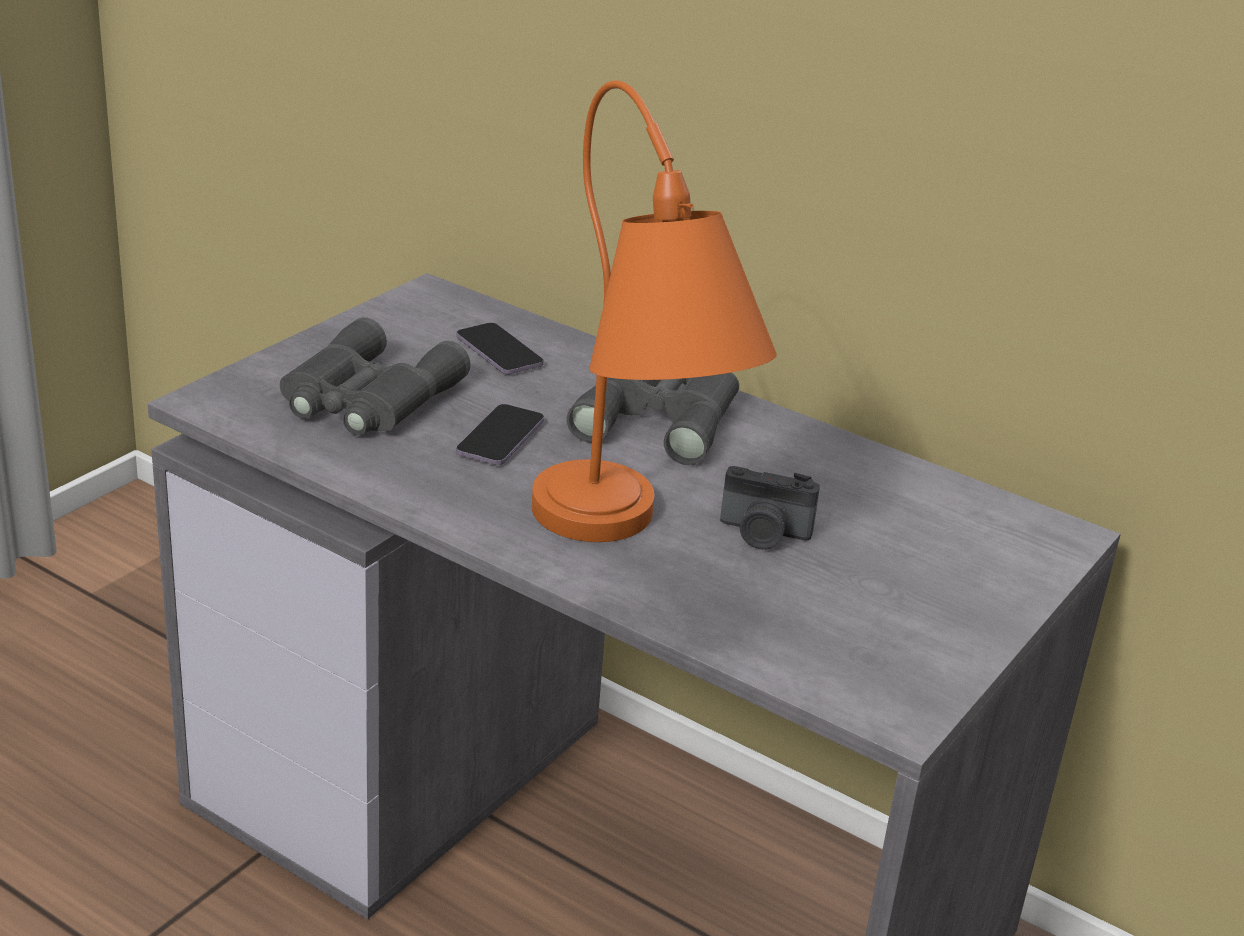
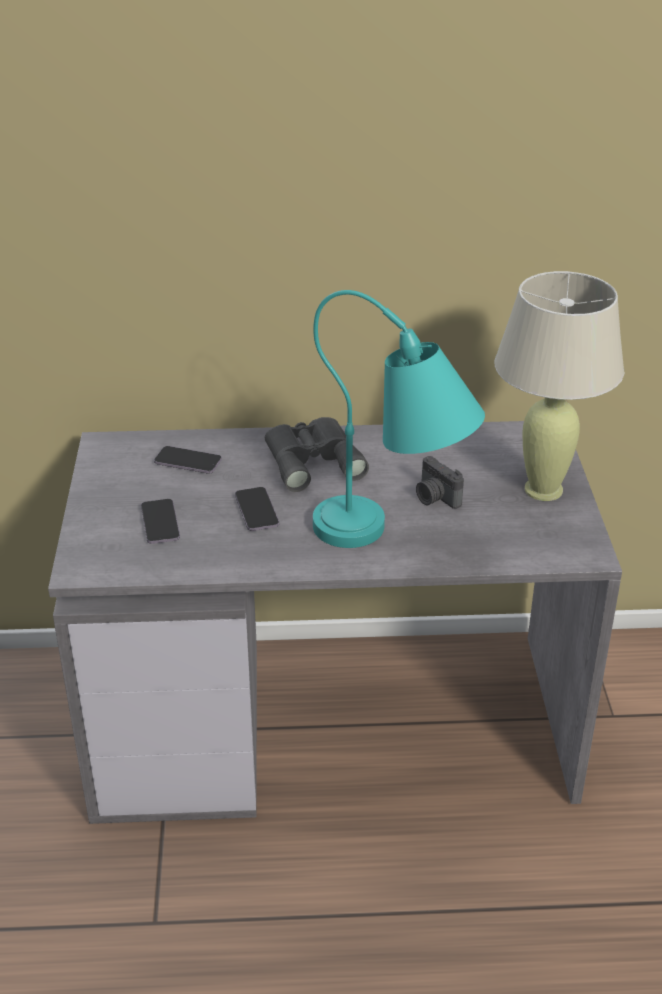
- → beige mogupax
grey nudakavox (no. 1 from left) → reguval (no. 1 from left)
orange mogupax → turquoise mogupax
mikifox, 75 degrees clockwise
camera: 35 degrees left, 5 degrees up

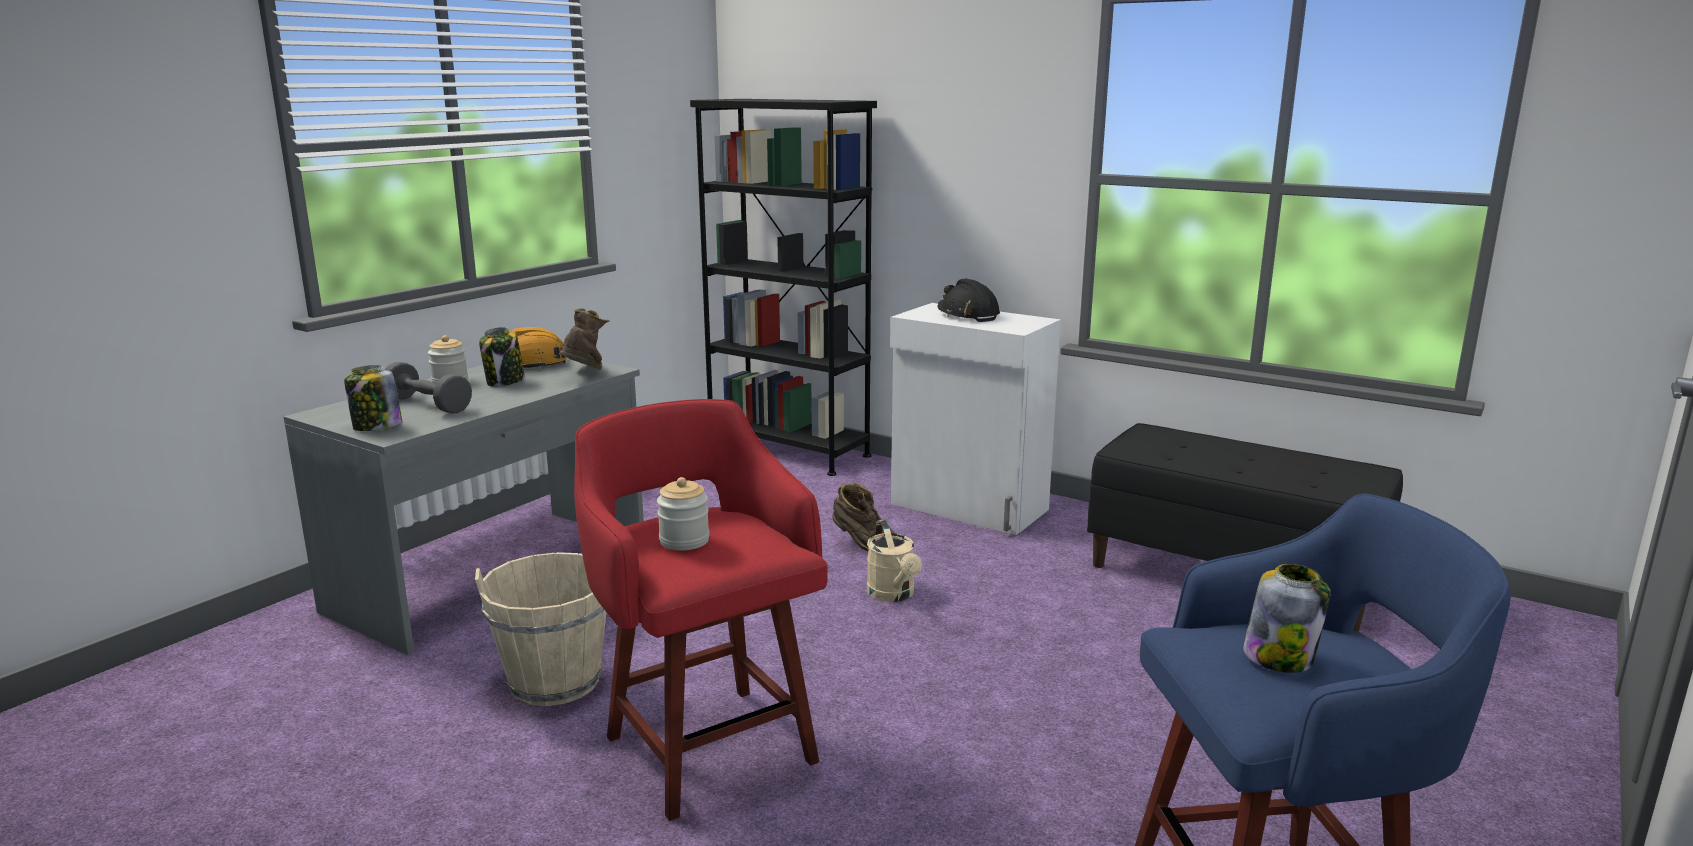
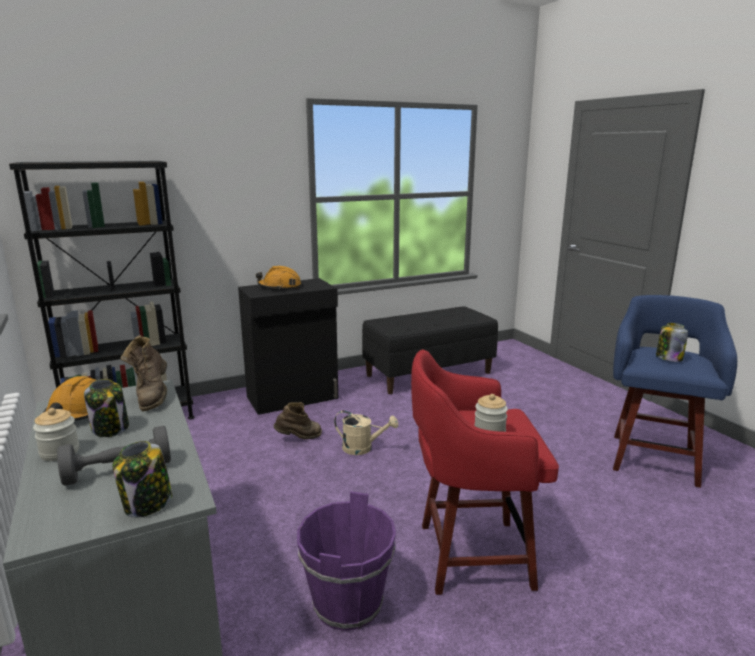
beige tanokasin → purple tanokasin
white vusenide → black vusenide
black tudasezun → orange tudasezun (no. 2 from left)
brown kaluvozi (no. 1 from left), 135 degrees counterclockwise
camera: 60 degrees left, 0 degrees up

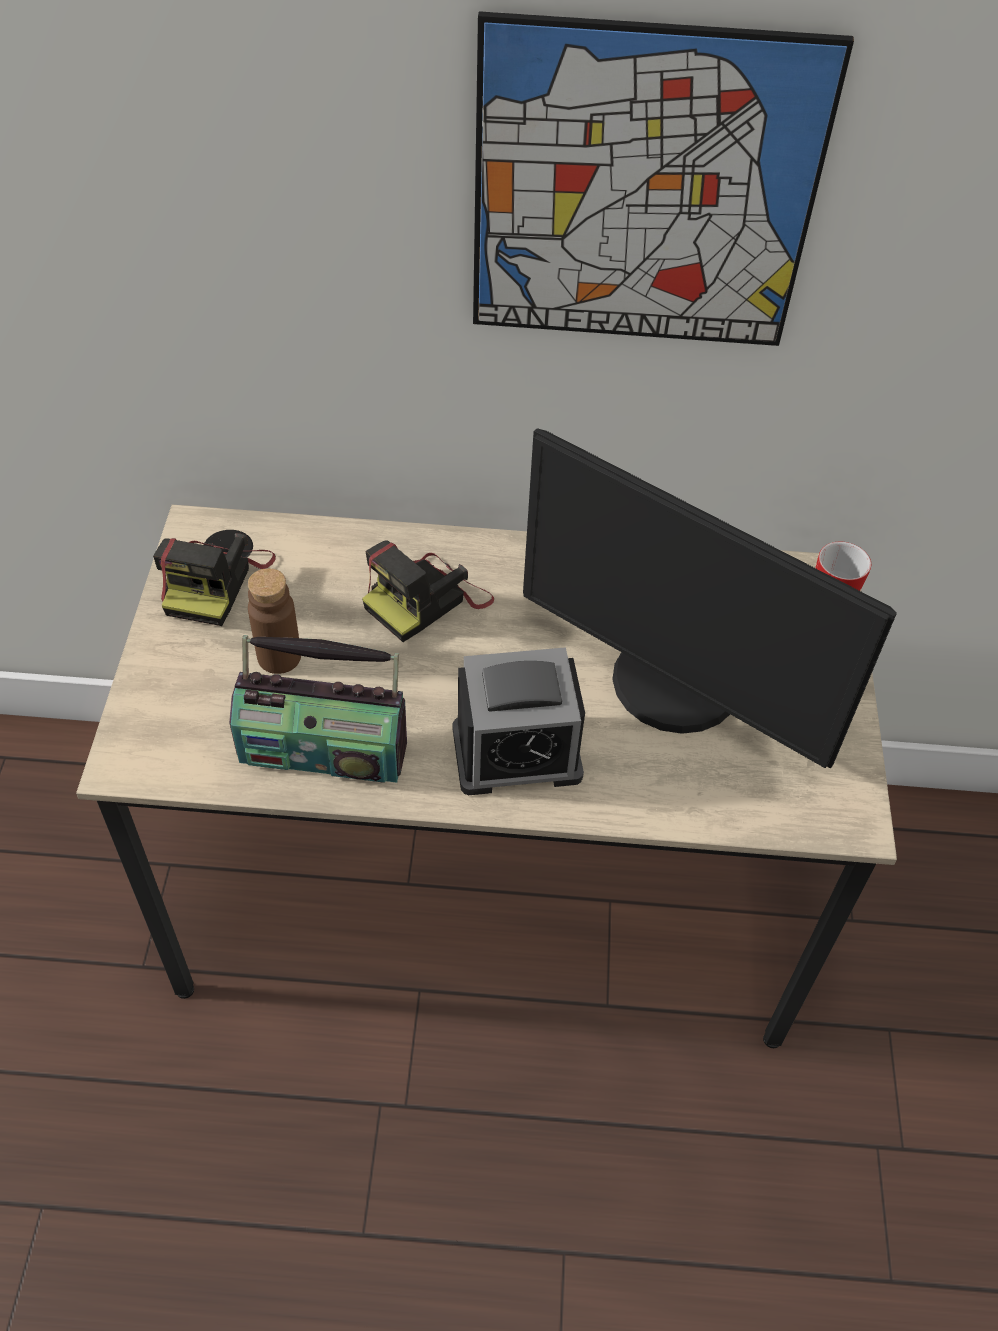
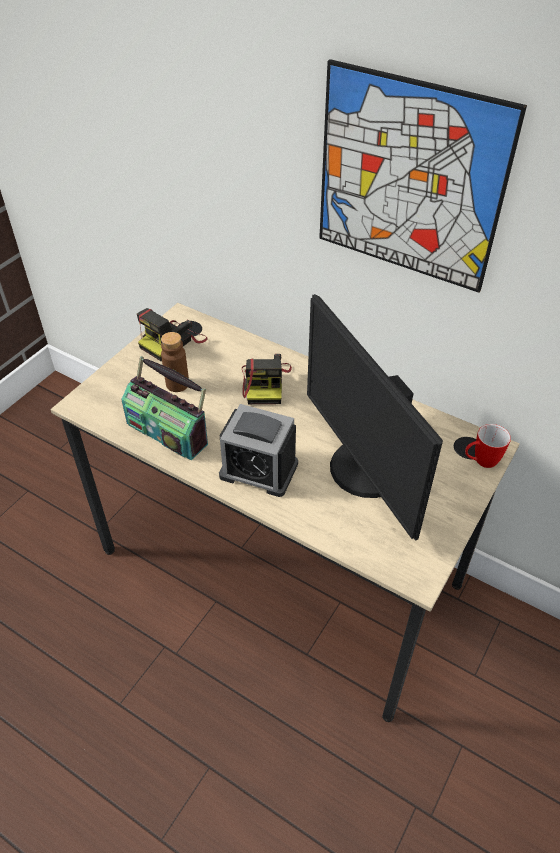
mikifox (no. 2 from left), 75 degrees counterclockwise
camera: 30 degrees right, 5 degrees down

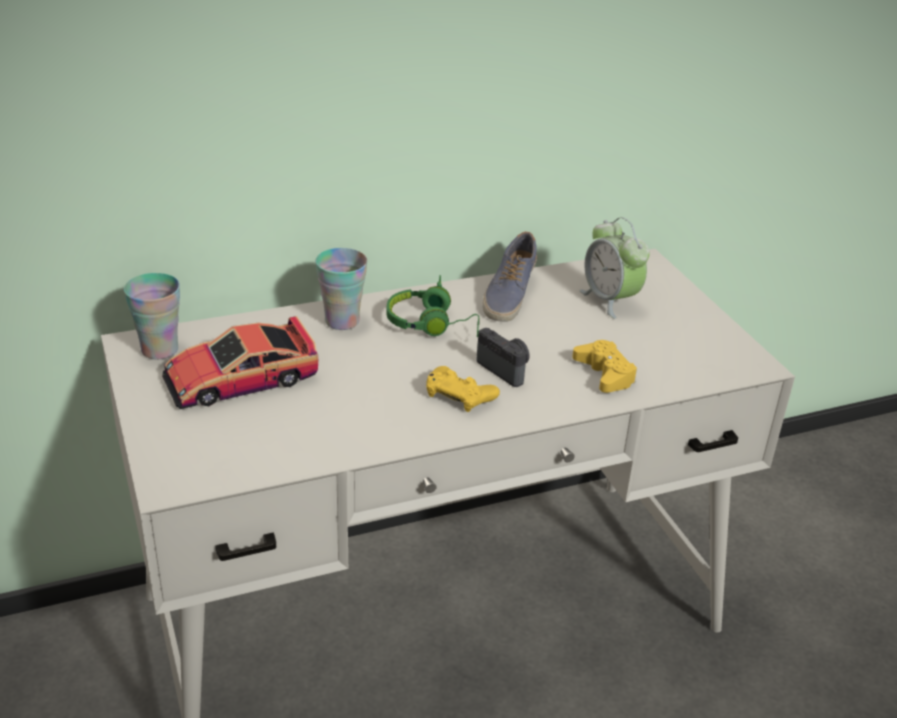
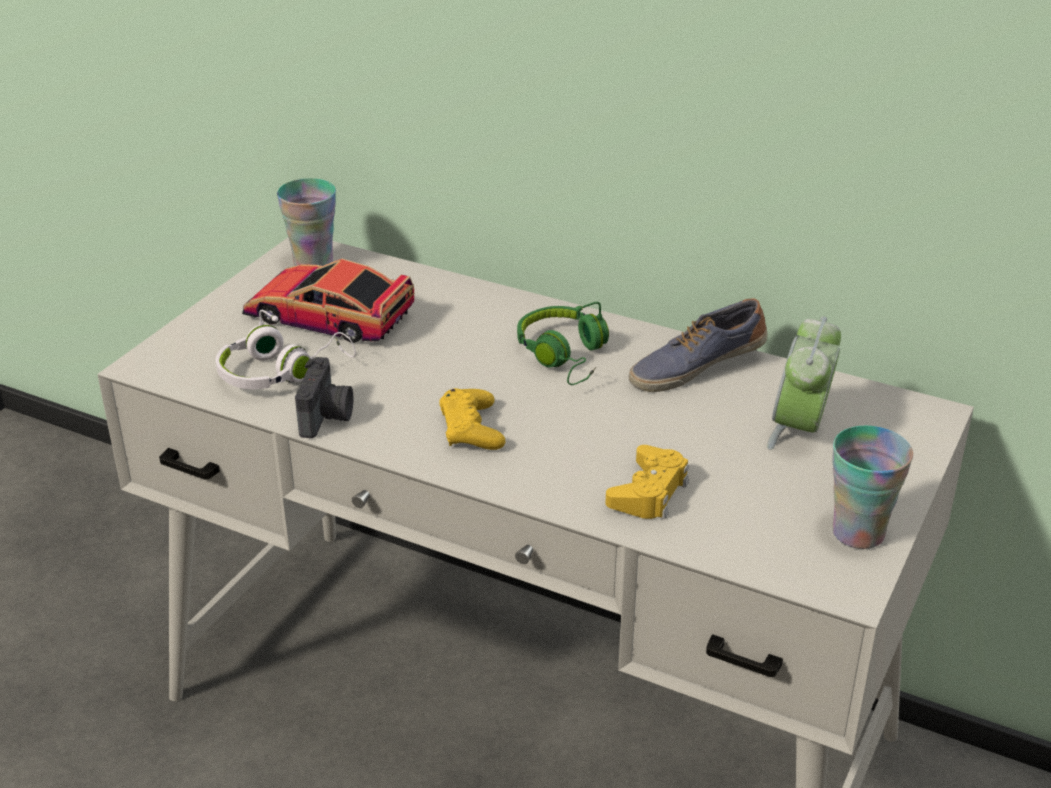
- → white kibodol
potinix (no. 2 from left), shifted
mikifox, shifted
camera: 50 degrees right, 0 degrees up

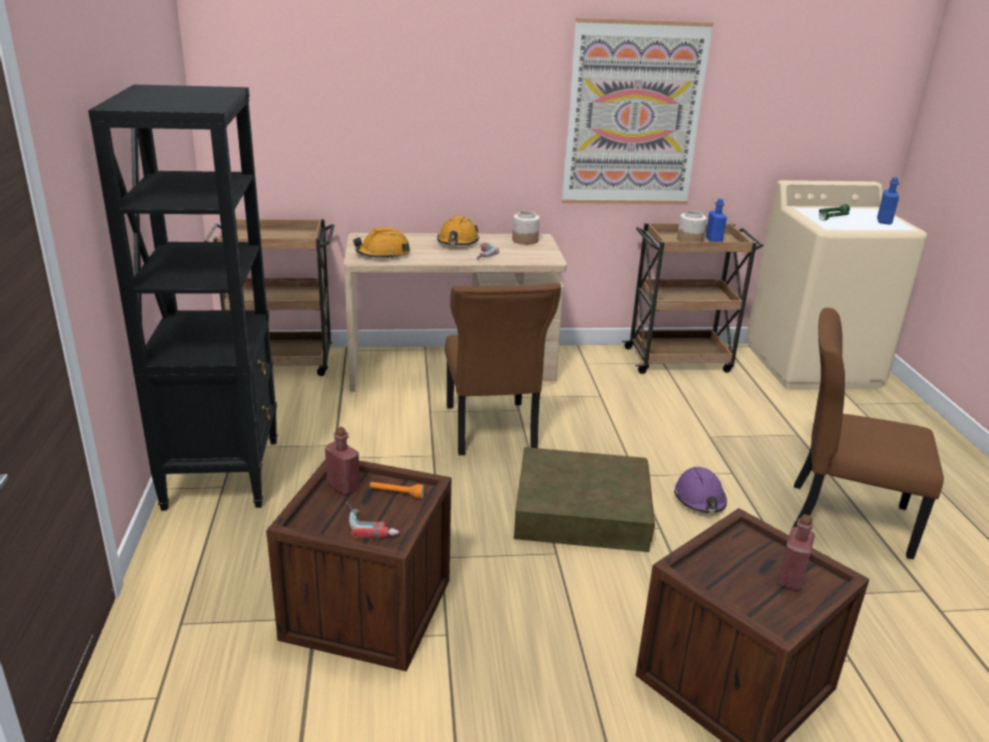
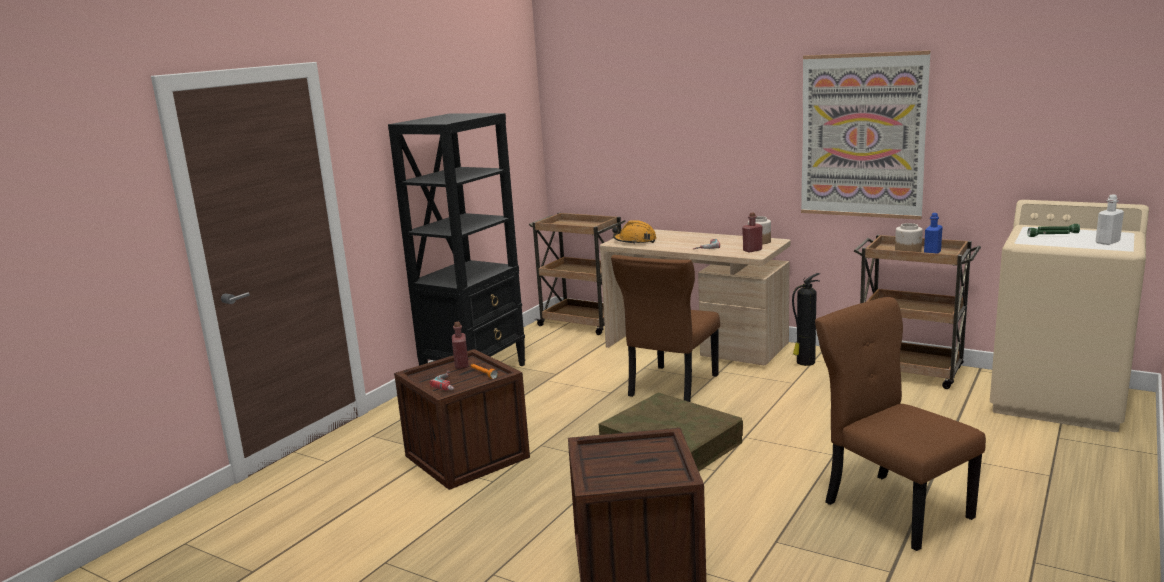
orange tudasezun (no. 2 from left) → -
purple tudasezun → -
- → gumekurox
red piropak (no. 2 from left), shifted
blue piropak (no. 2 from left) → white piropak
camera: 40 degrees right, 10 degrees down

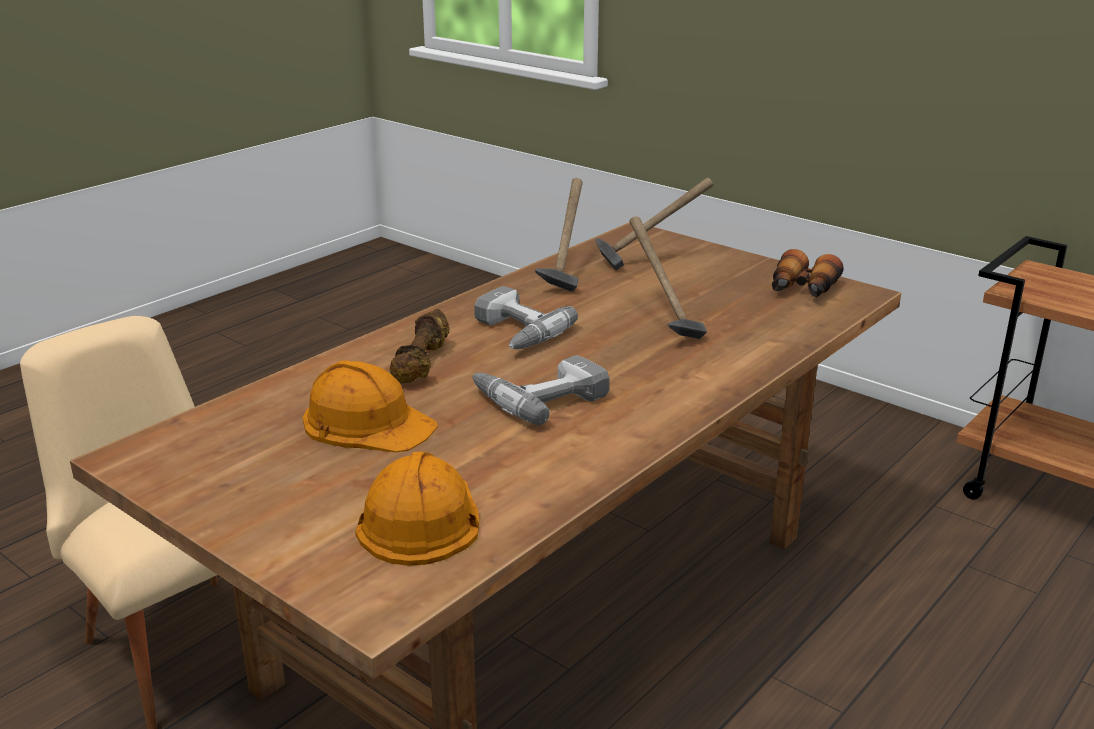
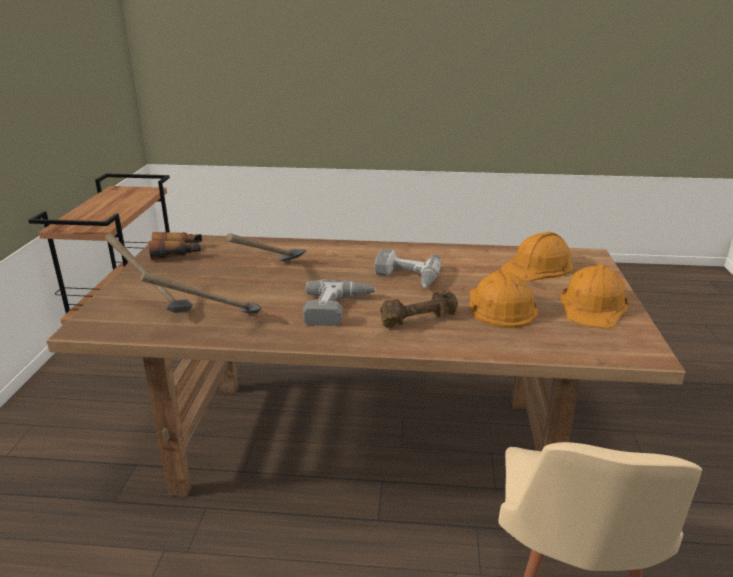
- → orange tudasezun (no. 3 from left)
camera: 125 degrees left, 0 degrees up

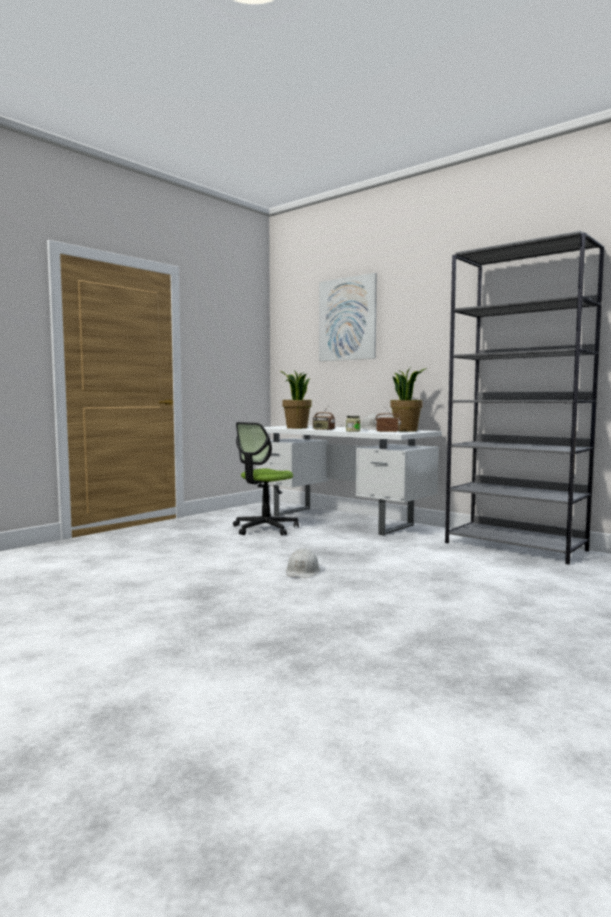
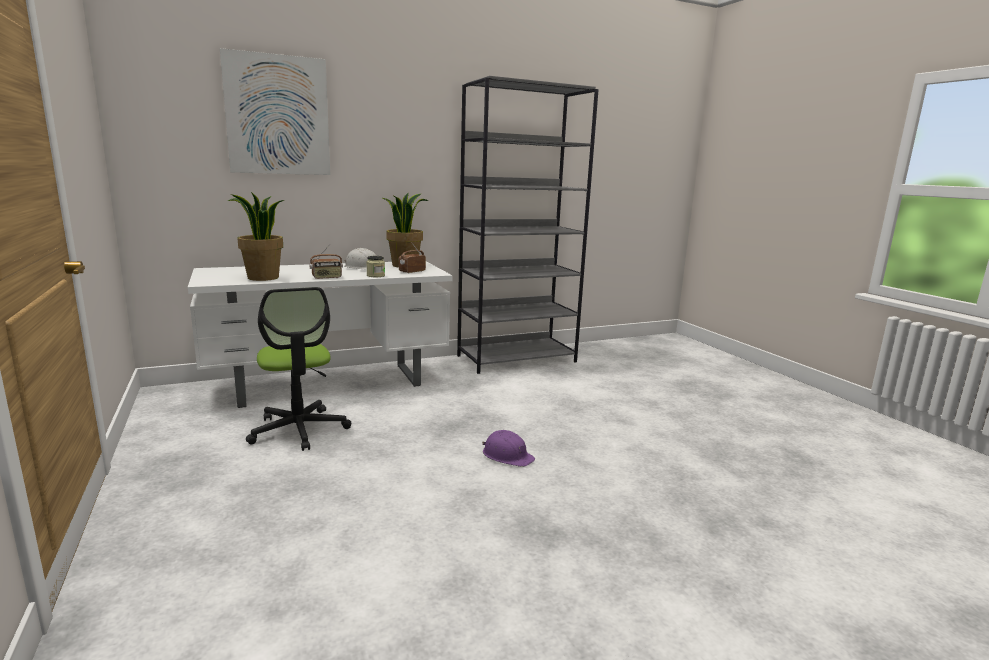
white tudasezun (no. 1 from left) → purple tudasezun
camera: 65 degrees left, 10 degrees up

